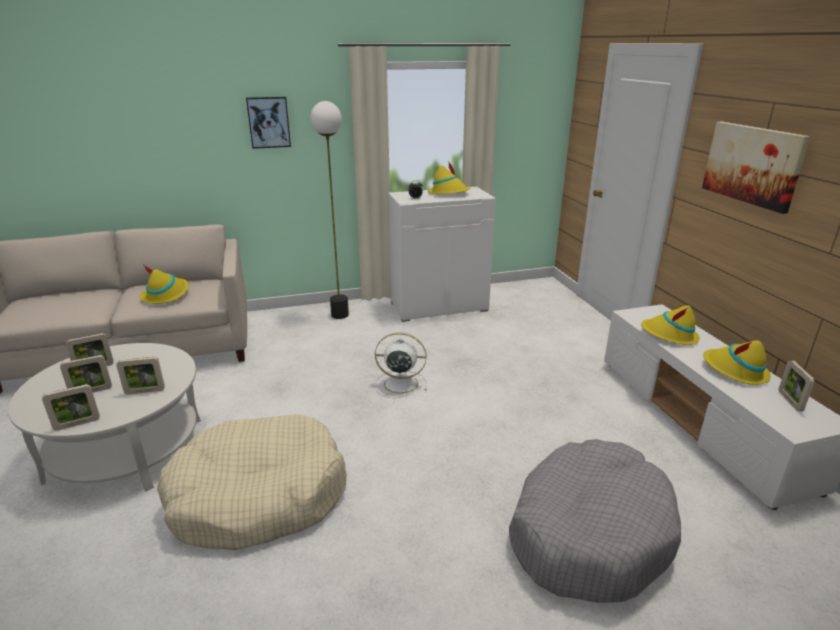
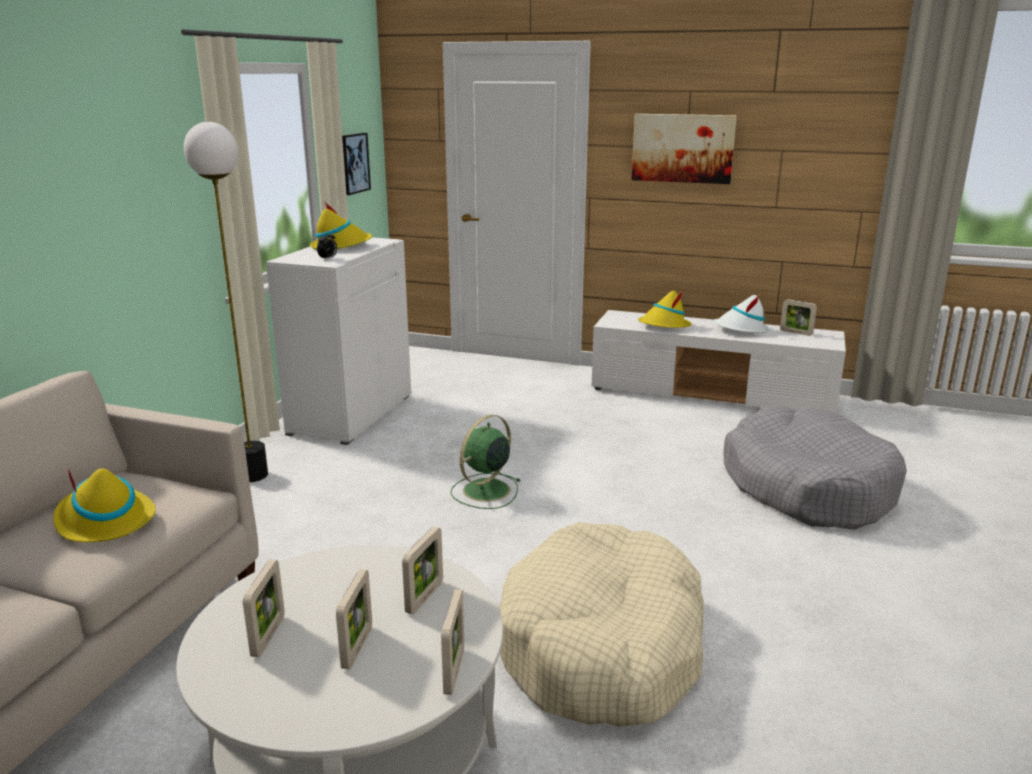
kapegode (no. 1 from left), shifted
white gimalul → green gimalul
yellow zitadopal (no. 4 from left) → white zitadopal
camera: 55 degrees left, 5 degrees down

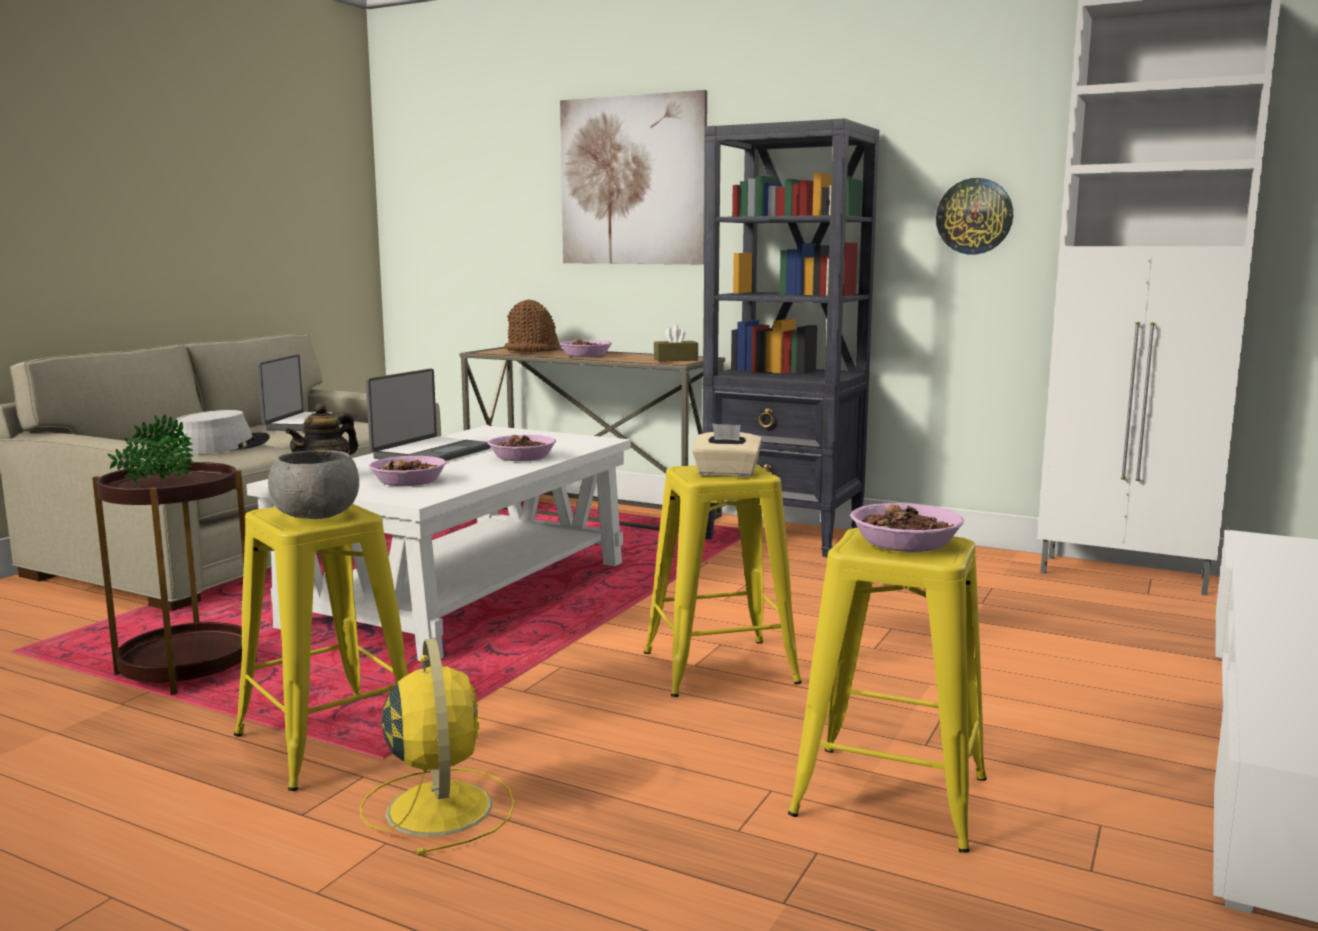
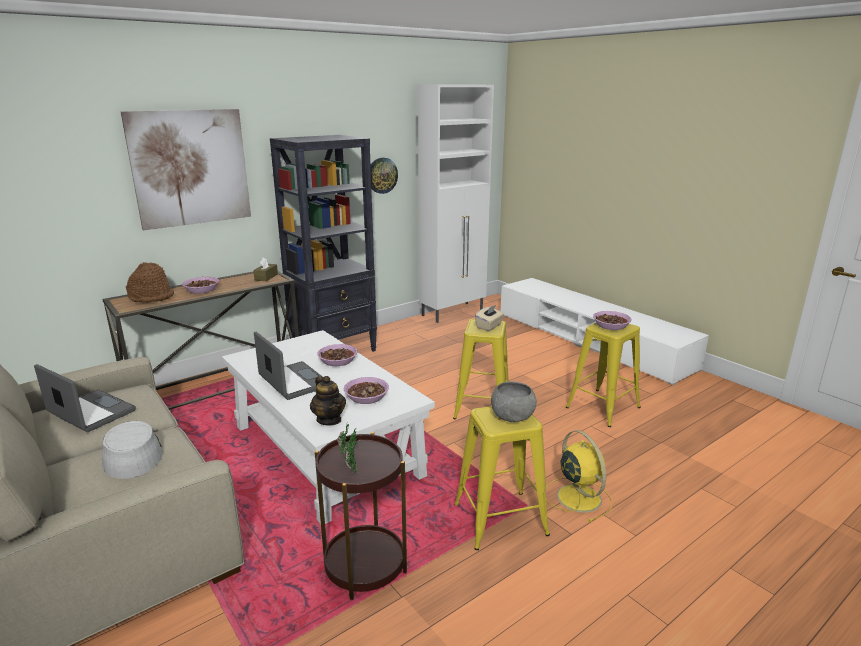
yellow gimalul, 60 degrees clockwise
camera: 65 degrees left, 10 degrees up

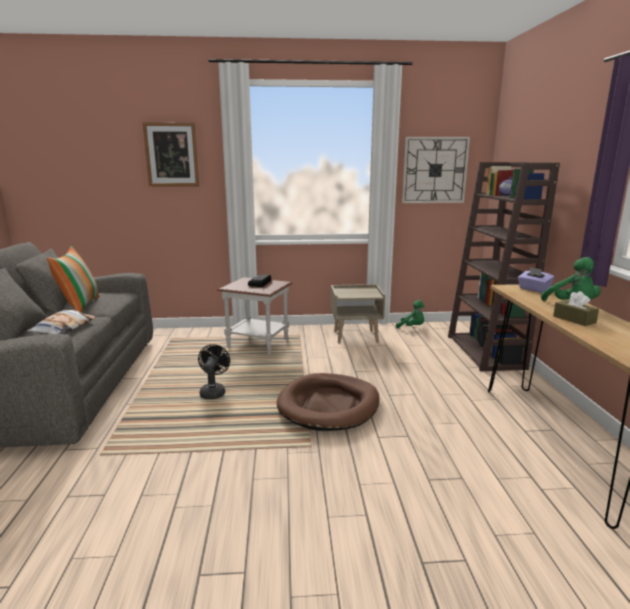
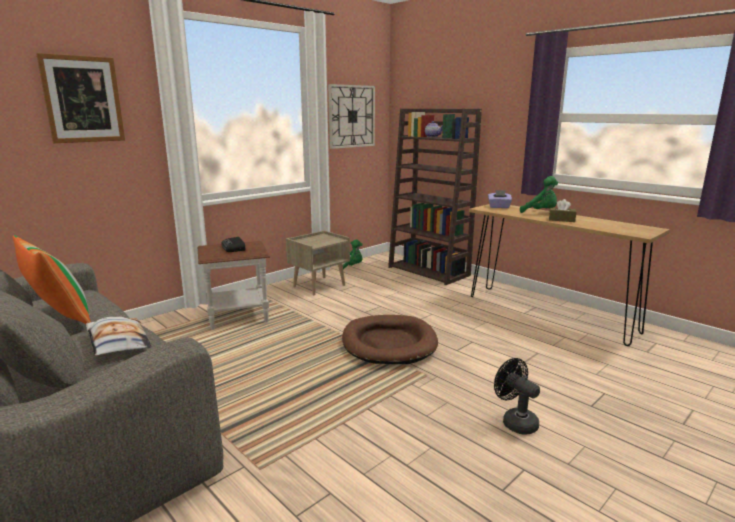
black gimalul, shifted
camera: 40 degrees left, 0 degrees up

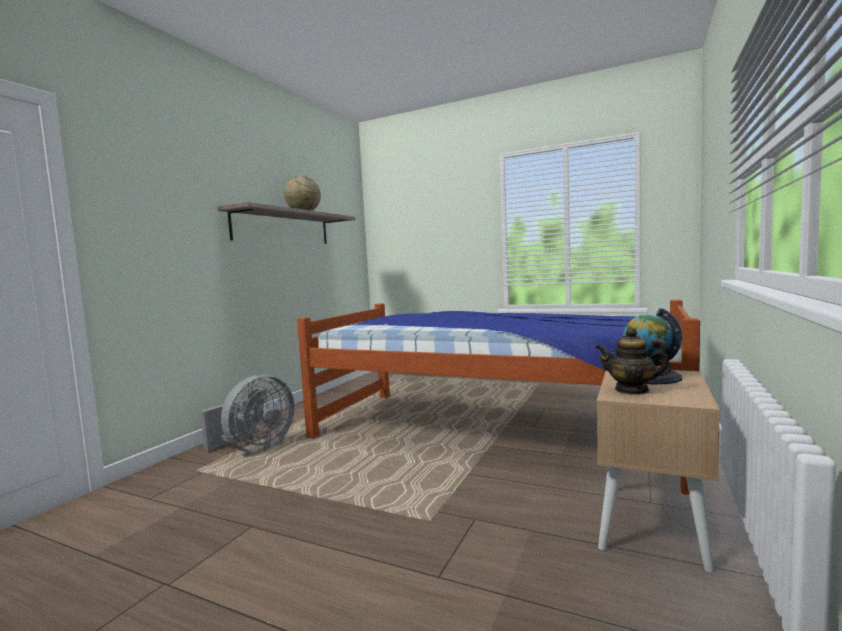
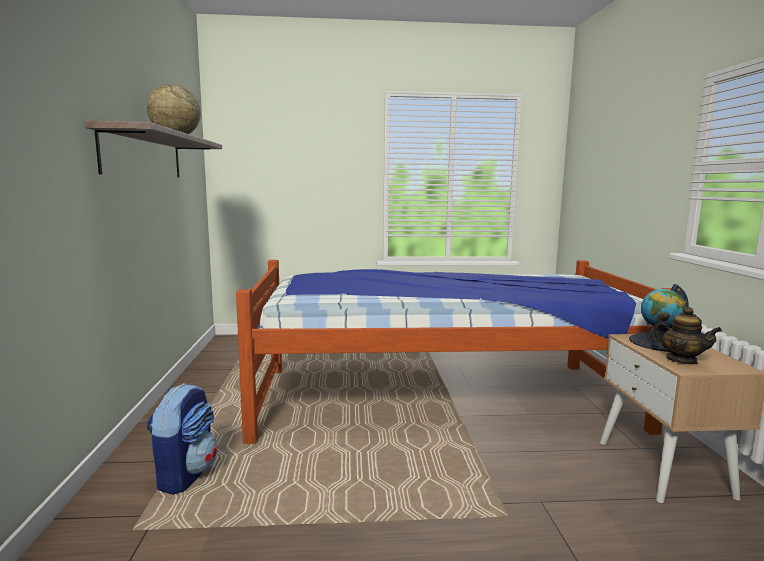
grey gimalul → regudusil
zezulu, 120 degrees counterclockwise
camera: 30 degrees left, 5 degrees up

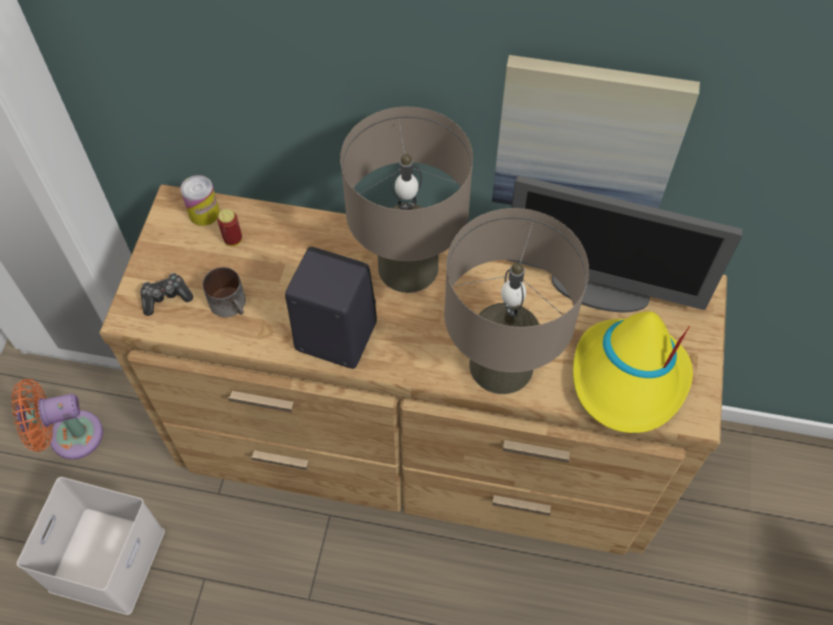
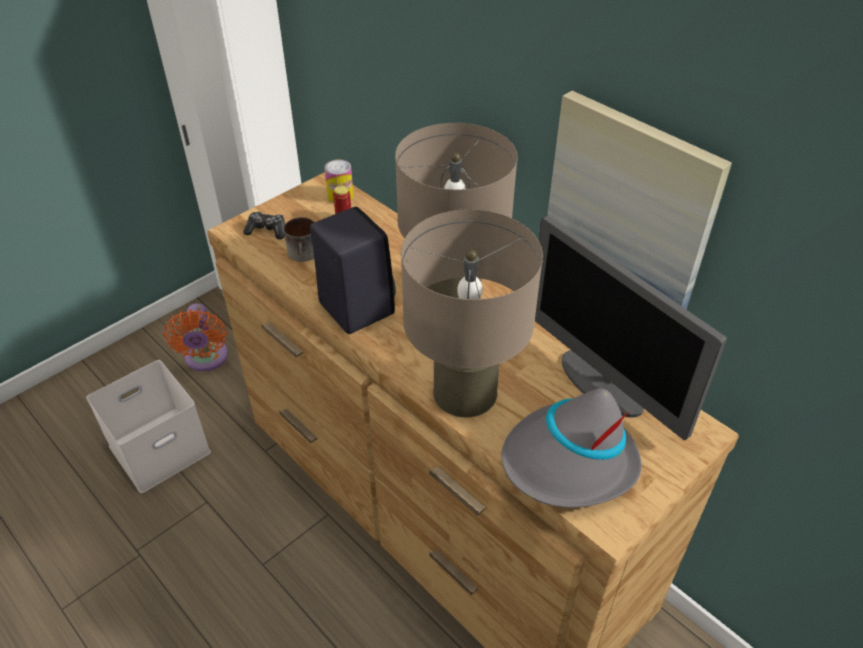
yellow zitadopal → grey zitadopal
orange gimalul, 120 degrees counterclockwise
camera: 35 degrees right, 15 degrees down

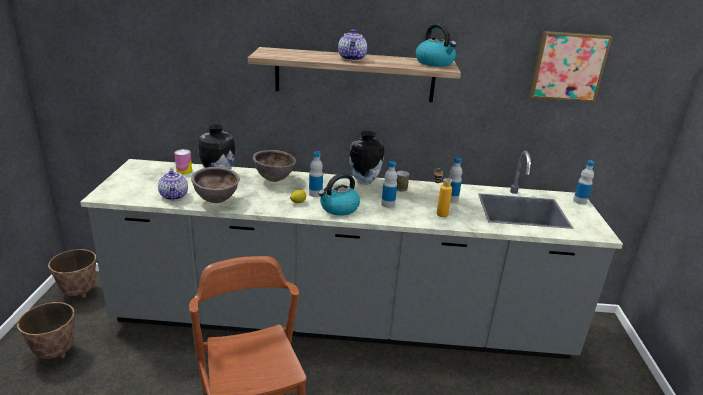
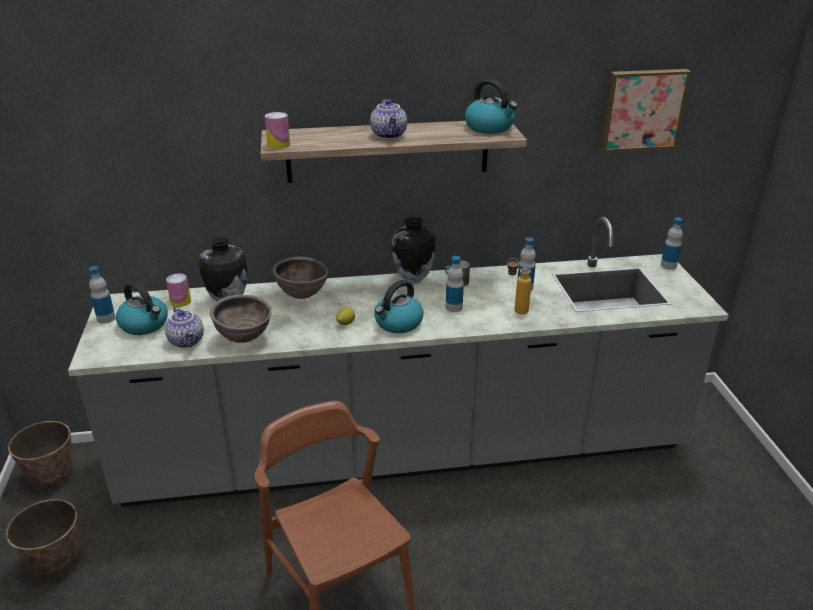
- → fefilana (no. 1 from left)
- → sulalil (no. 2 from left)
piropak (no. 1 from left), shifted
camera: 10 degrees left, 5 degrees up

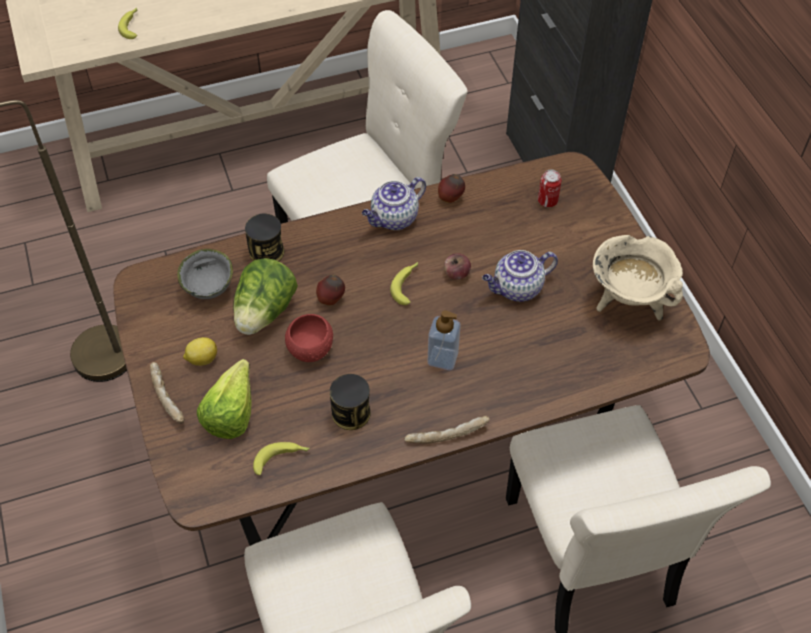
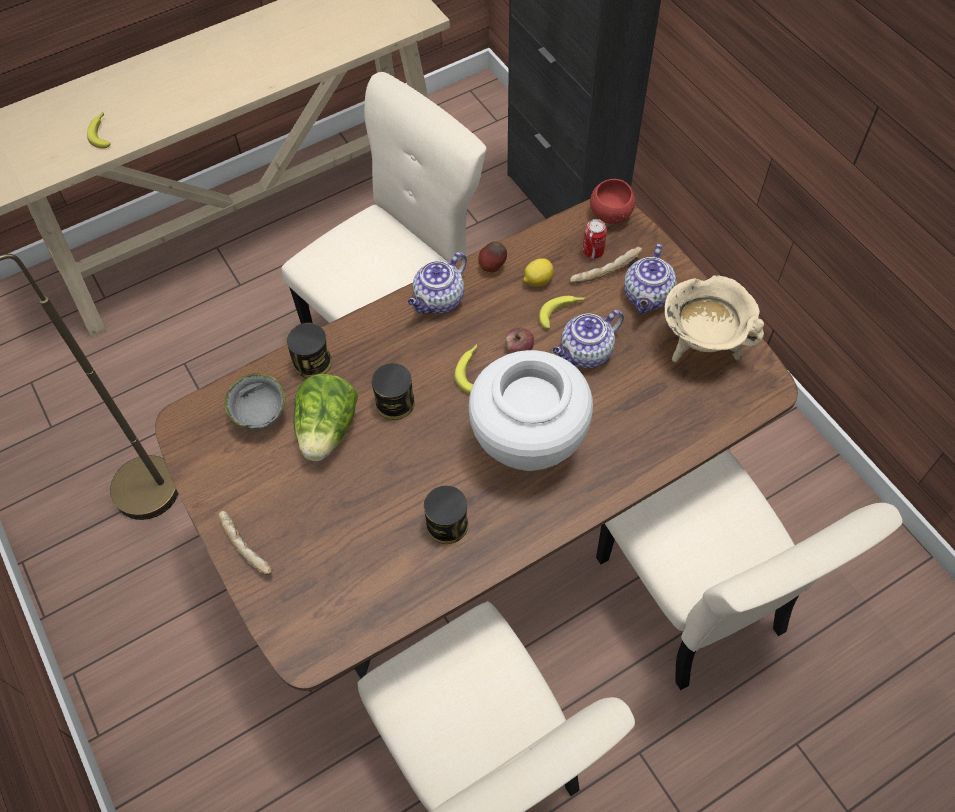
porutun (no. 1 from left) → -
- → zezulu (no. 3 from left)
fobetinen, shifted
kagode (no. 2 from left in the first image) → kagode (no. 3 from left), shifted
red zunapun, shifted
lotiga (no. 2 from left), shifted
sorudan (no. 1 from left) → sulalil (no. 2 from left)
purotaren → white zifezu
camera: 10 degrees left, 5 degrees up

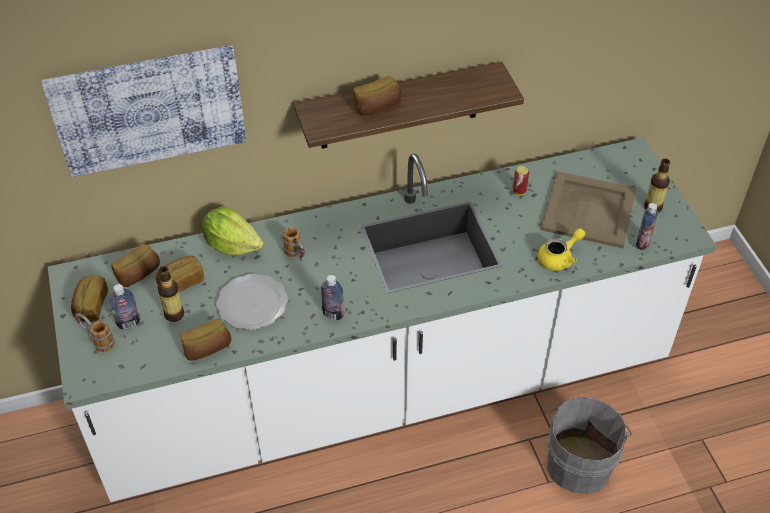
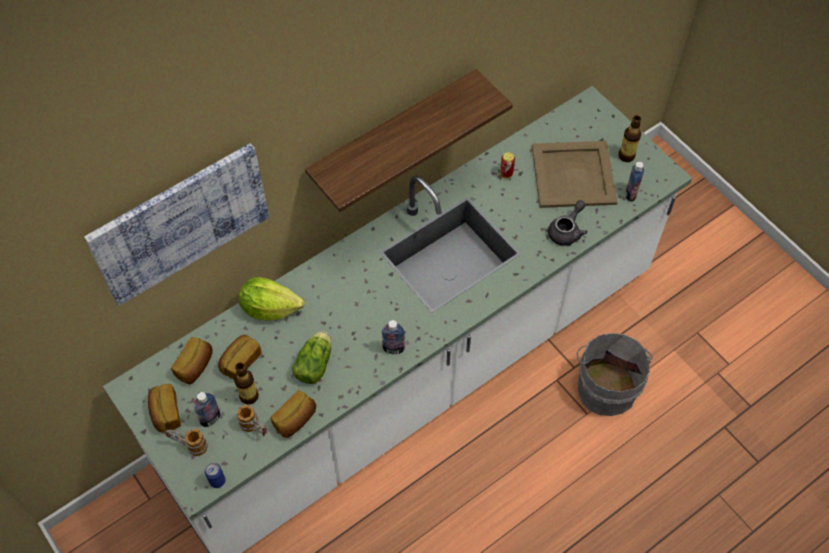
lotiga (no. 5 from left) → -
- → sulalil (no. 1 from left)
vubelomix (no. 2 from left), shifted
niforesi → porutun (no. 2 from left)
yellow zezulu → grey zezulu
camera: 20 degrees left, 10 degrees up

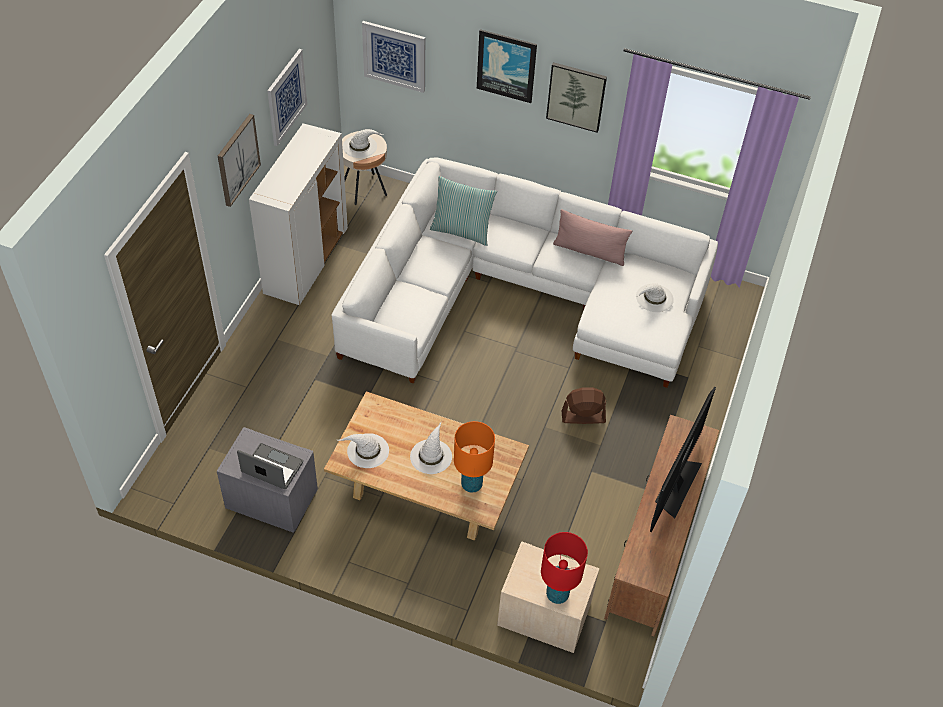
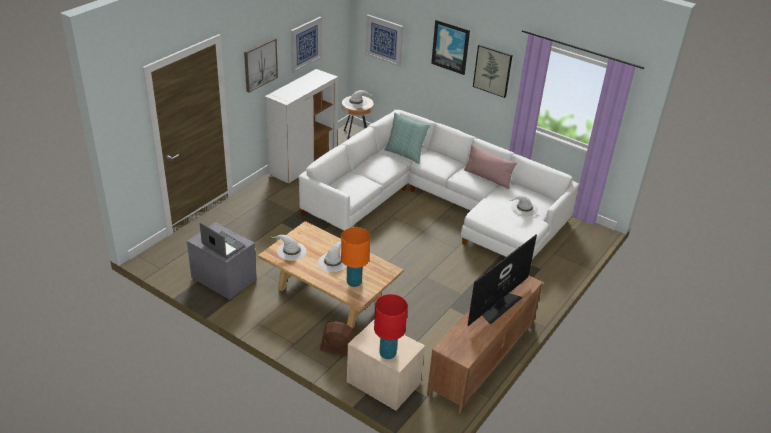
brown gimalul, shifted
camera: 15 degrees right, 15 degrees down

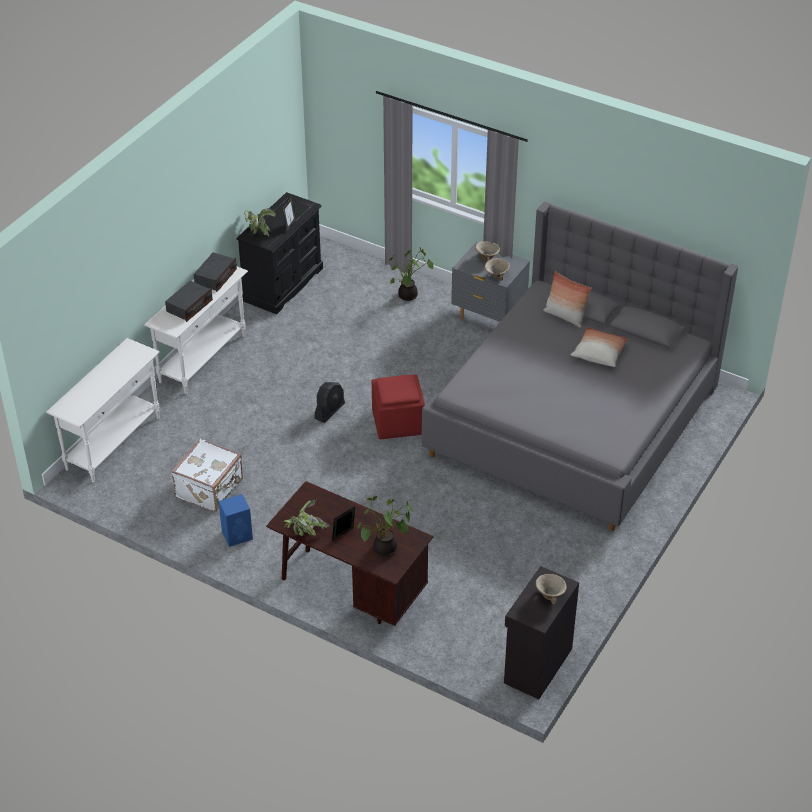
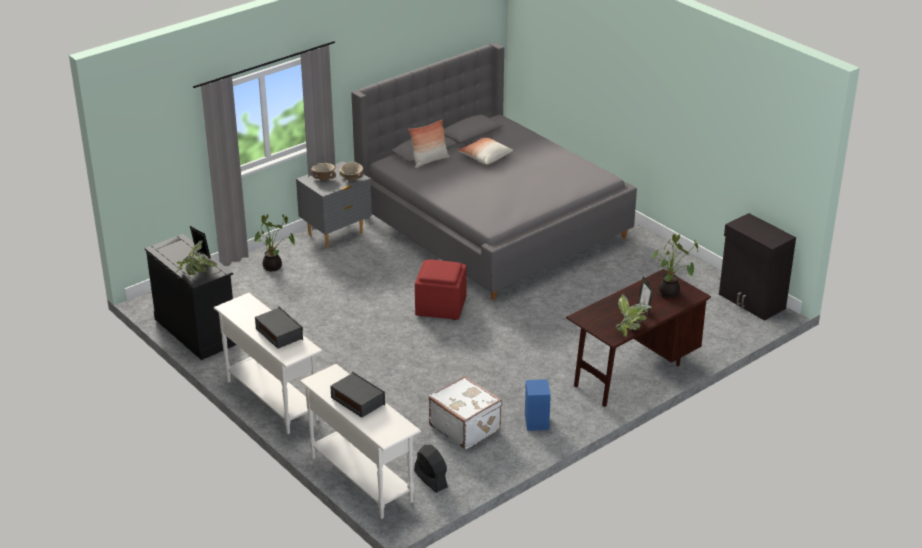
beige zunapun (no. 3 from left) → -
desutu (no. 2 from left), shifted
black gimalul, shifted
camera: 70 degrees left, 10 degrees down

